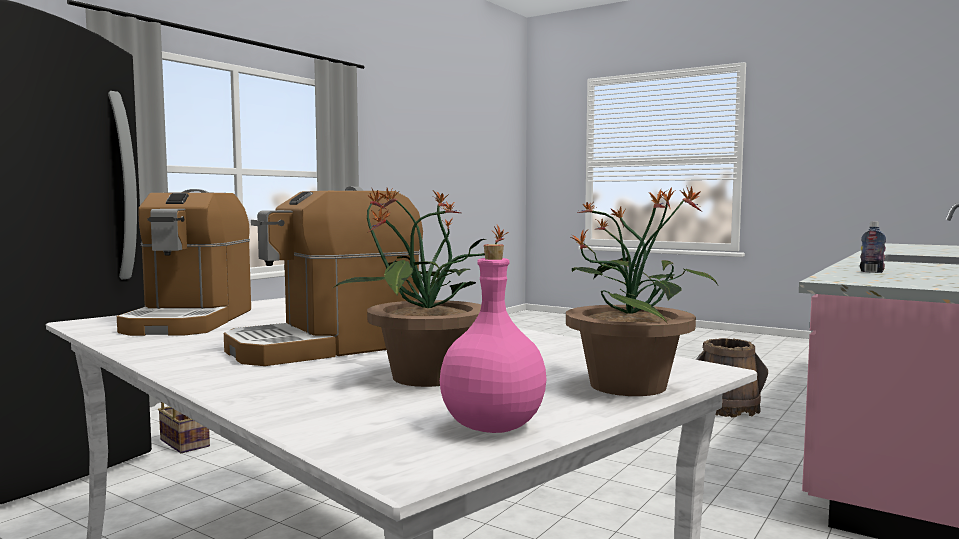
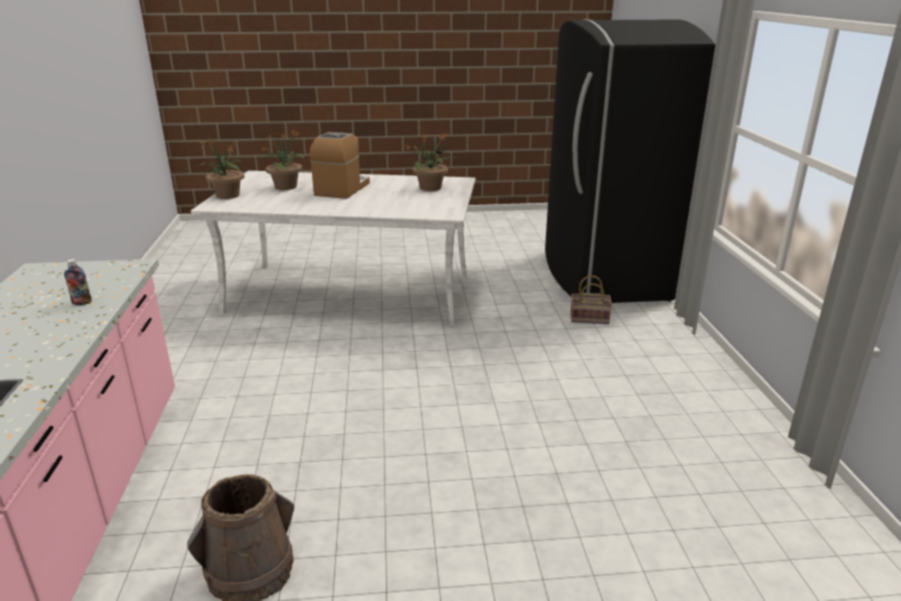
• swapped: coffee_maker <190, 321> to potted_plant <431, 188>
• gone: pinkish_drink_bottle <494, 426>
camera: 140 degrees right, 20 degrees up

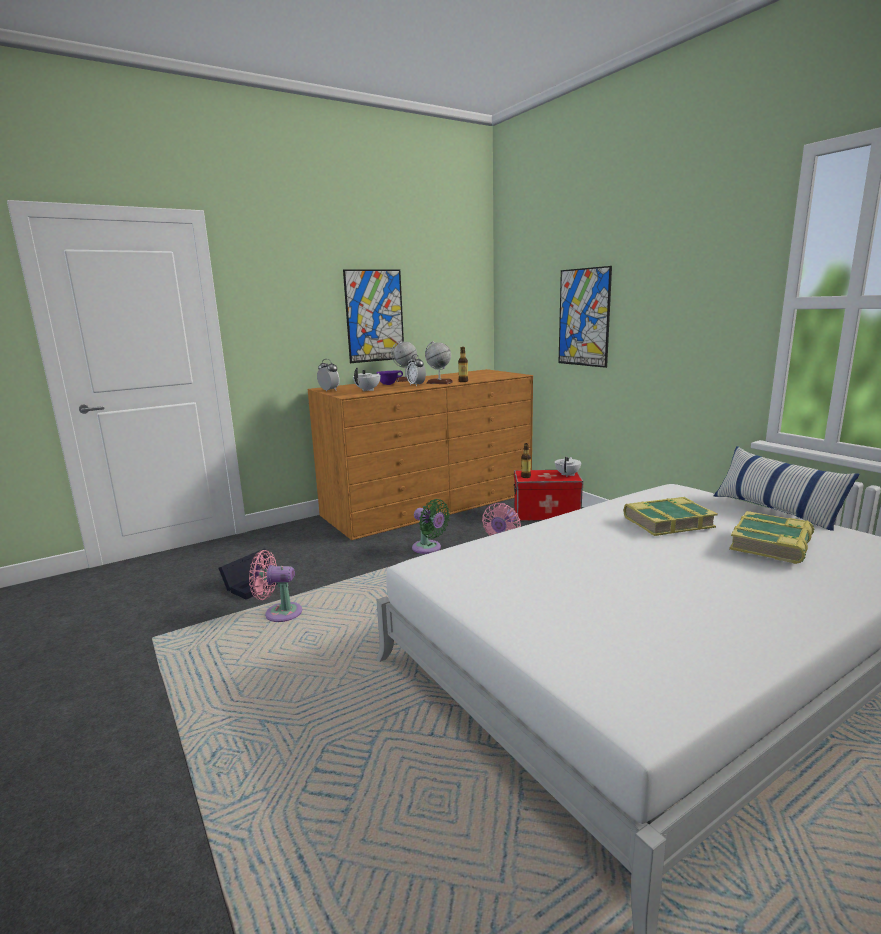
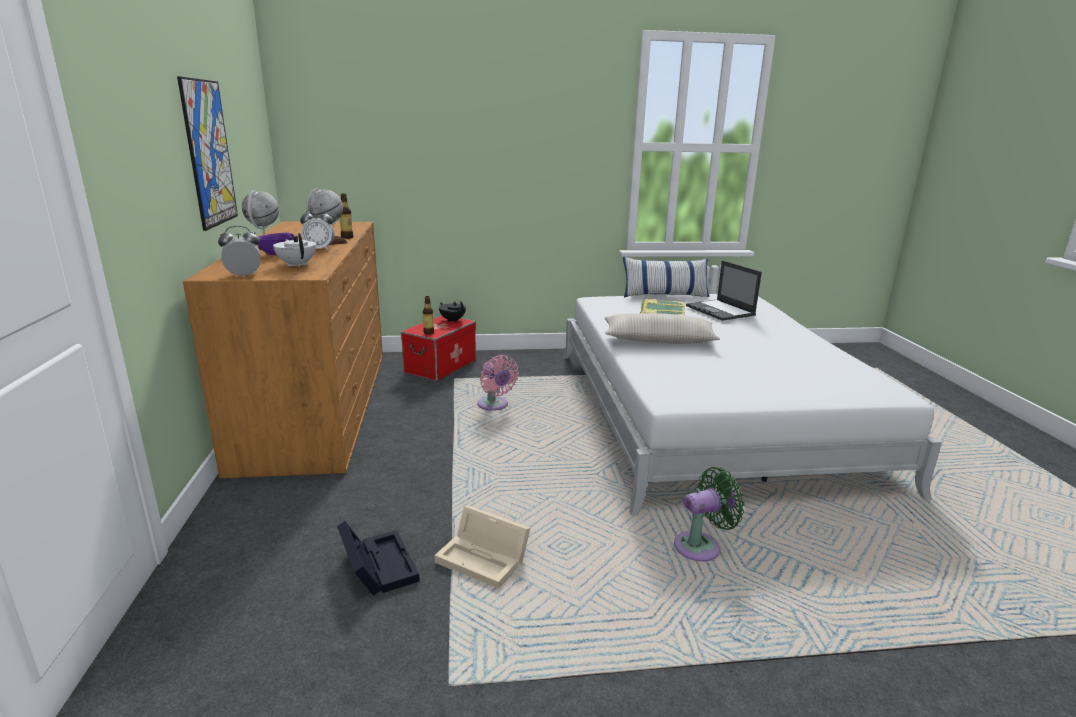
• swapped: pinkish_electric_fan <279, 613> to beige_storage_container <485, 559>
• shifted: green-coloured_electric_fan <429, 548> to <701, 546>
• repainted: whitish_tea_pot <567, 475> to black_tea_pot <452, 320>
• gone: wall_art <584, 317>
• swapped: book <772, 544> to portable_computer <720, 311>
• new: beige_throw_pillow <659, 340>
camera: 65 degrees left, 5 degrees up

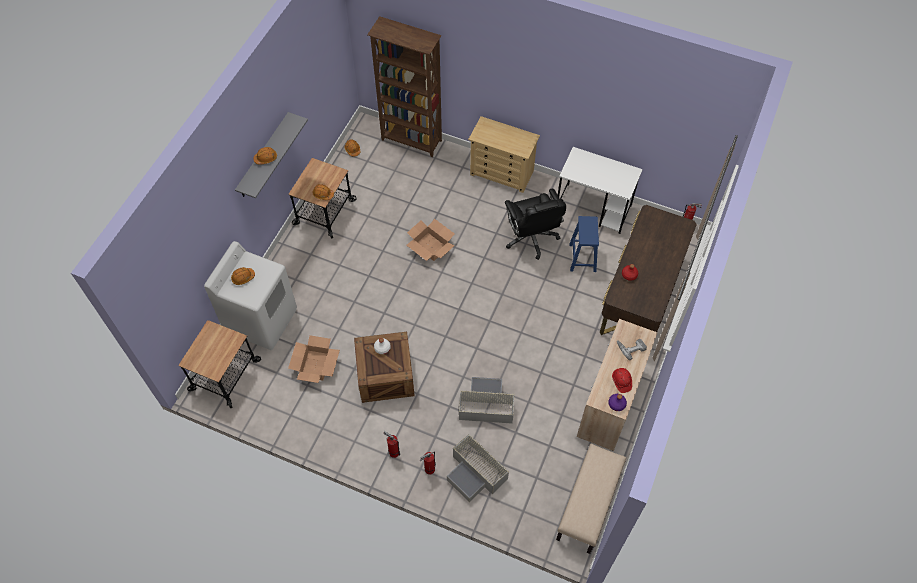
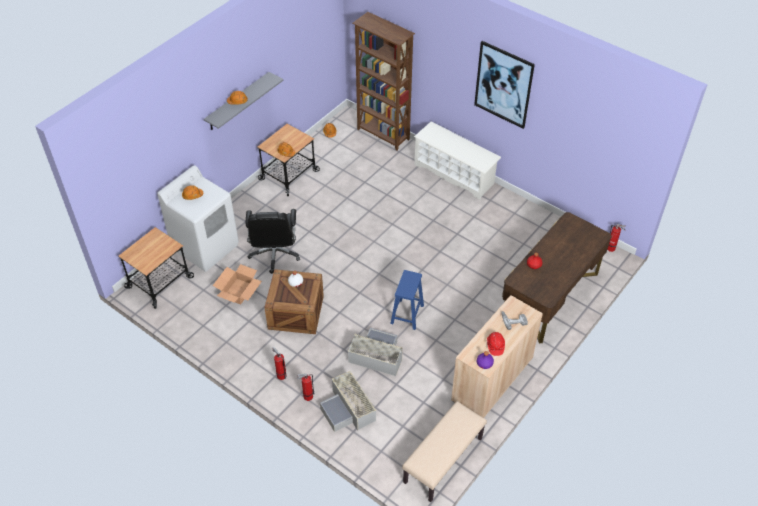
• gone: carton <431, 247>
• swapped: beige_drawer_chest <502, 173> to whitish_shoe_rack <454, 174>
• shifted: black_office_chair <531, 238> to <275, 254>
• gone: whitish_desk <594, 209>
• shifted: bluish_stool <582, 257> to <407, 314>
• new: wall_art <503, 85>
camera: 15 degrees right, 10 degrees down

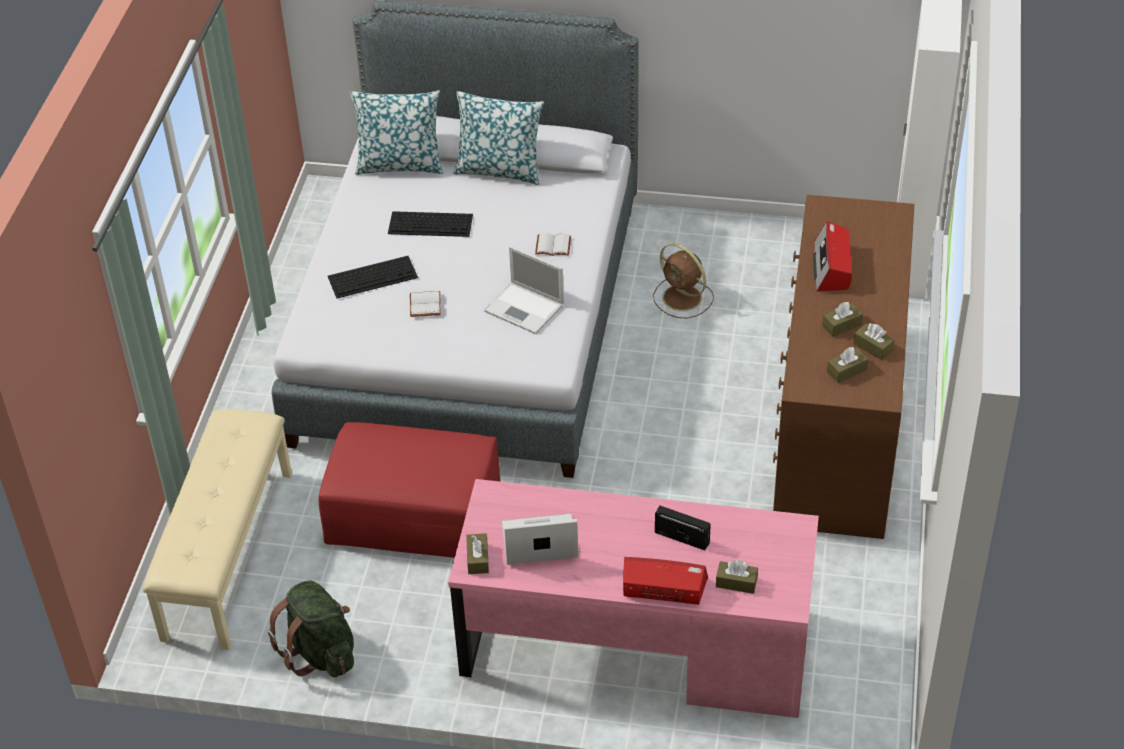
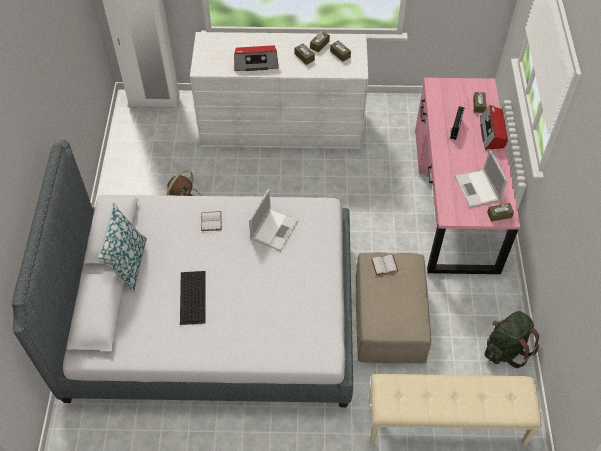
• repainted: red-coloured_pouffe <414, 515> to beige_pouffe <389, 318>
• gone: computer_keyboard <373, 276>
• gone: throw_pillow <400, 164>
• shifted: whitish_book <424, 304> to <384, 266>
• repainted: brown-coloured_drawer_chest <837, 424> to whitish_drawer_chest <282, 125>
camera: 100 degrees left, 10 degrees up

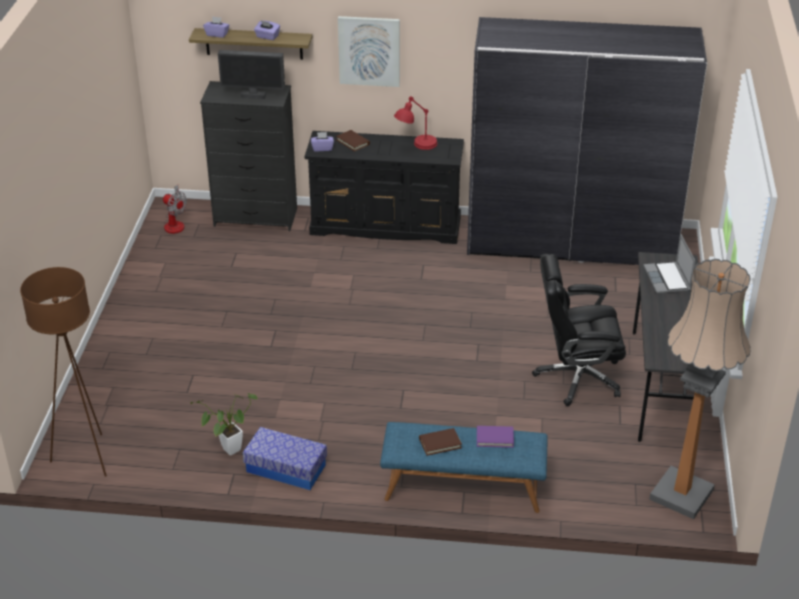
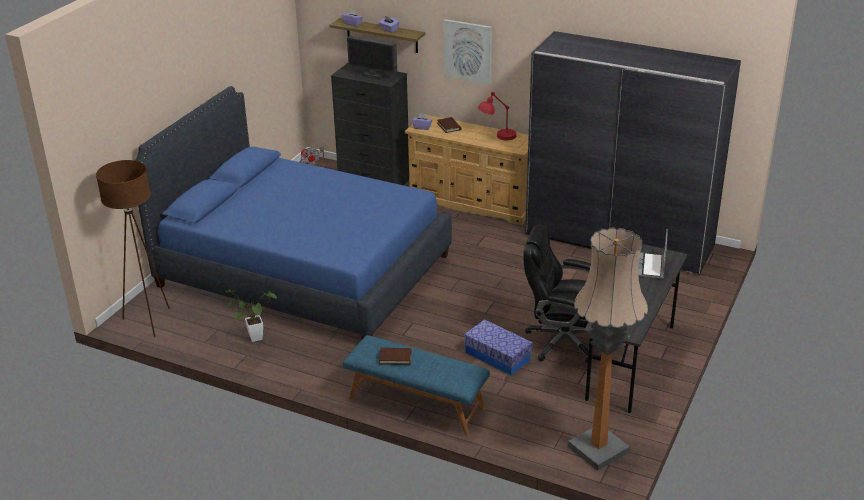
• shifted: storage_container <286, 468> to <497, 356>
• repainted: black_drawer_chest <386, 225> to beige_drawer_chest <472, 202>
• gone: purple_book <495, 438>
• new: bluish_bed <303, 270>
camera: 20 degrees right, 5 degrees down

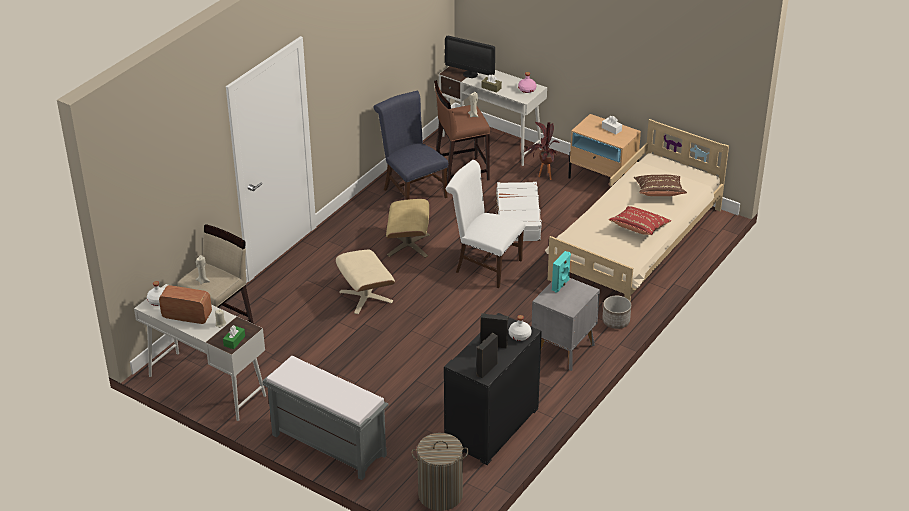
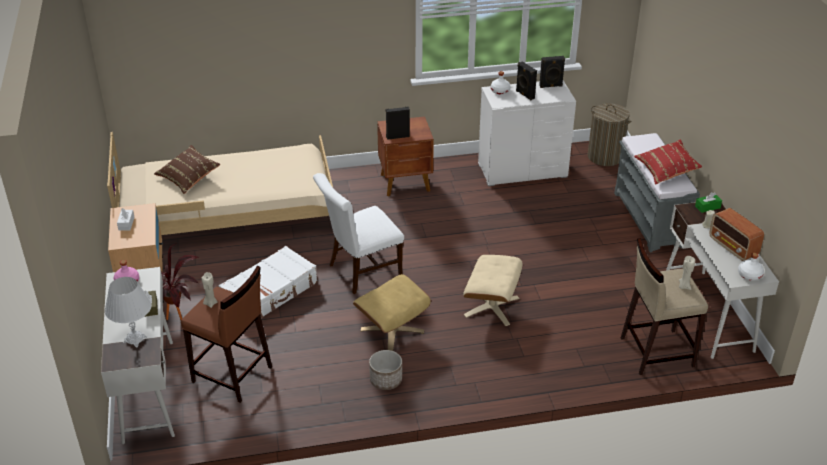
• gone: bluish_chair <412, 192>
• repainted: black_drawer_chest <492, 427> to whitish_drawer_chest <522, 170>
• swapped: computer_display <470, 74> to whitish_tabletop_lamp <135, 339>
• rotated: whitish_chair <484, 265> = <361, 272> 75 degrees clockwise
• repainted: greyish_bedside_table <563, 350> to brown-coloured_bedside_table <406, 183>
• repainted: turquoise-coloured_speaker <561, 285> to black_speaker <397, 136>
• shifted: flower_pot <616, 321> to <385, 380>
• shifted: red-coloured_throw_pillow <639, 228> to <666, 170>
camera: 135 degrees left, 0 degrees up

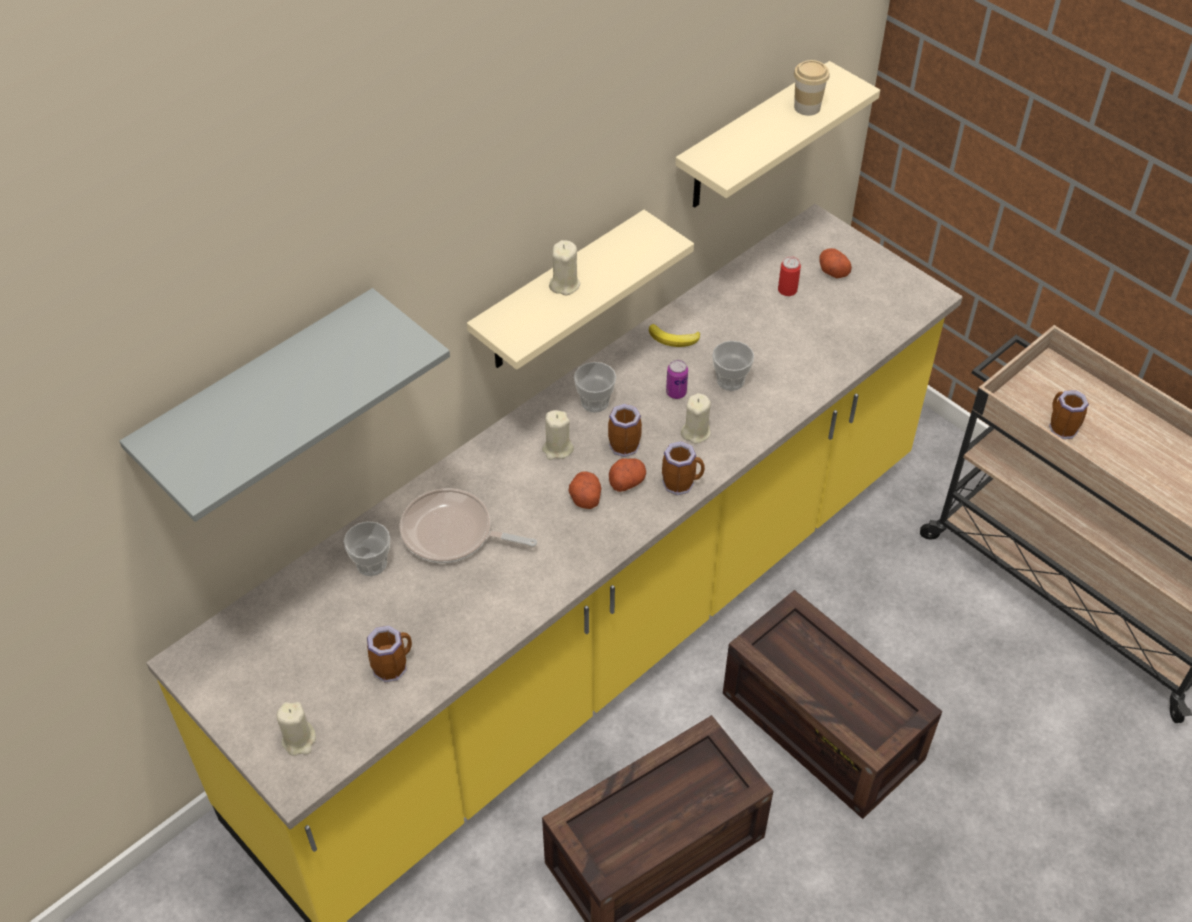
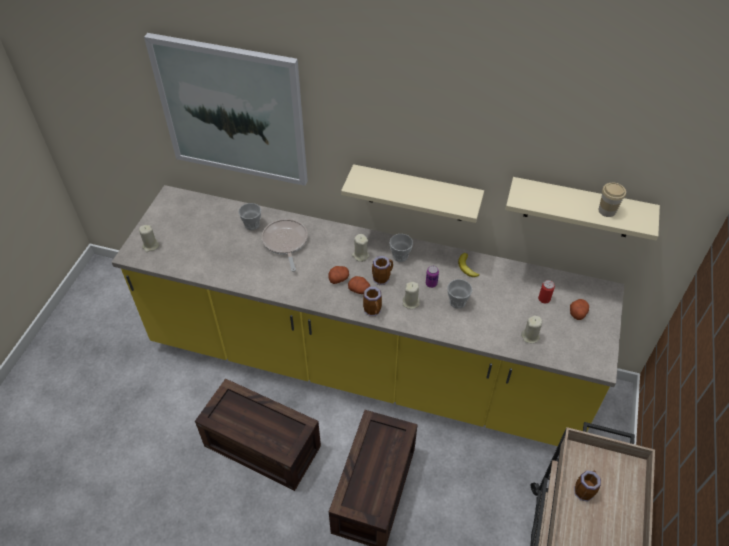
• swapped: greyish_shelf <260, 394> to wall_art <232, 111>
• gone: tea_mug <392, 666>
• shifted: beige_candle <564, 284> to <530, 336>
camera: 60 degrees right, 0 degrees up

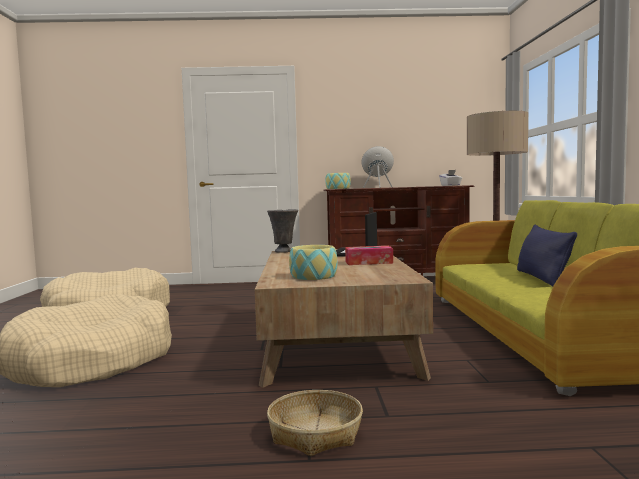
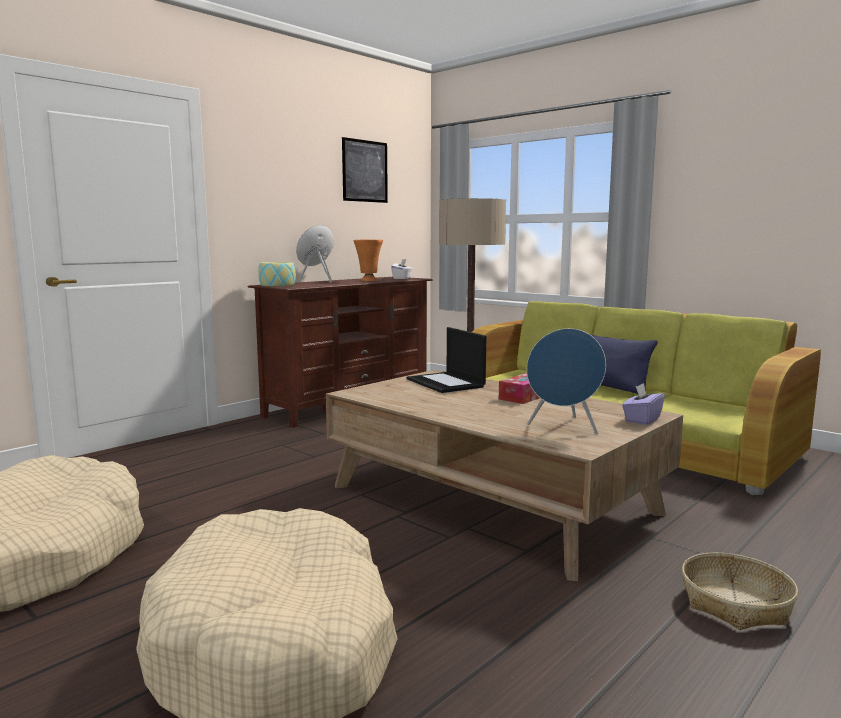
• gone: greyish_vase <284, 251>
• swapped: deep_dish <314, 276> to bluish_speaker <564, 427>
• new: wall_art <365, 171>
• new: orange_vase <368, 281>
• new: purple_box_of_tissues <642, 419>
camera: 45 degrees left, 5 degrees up

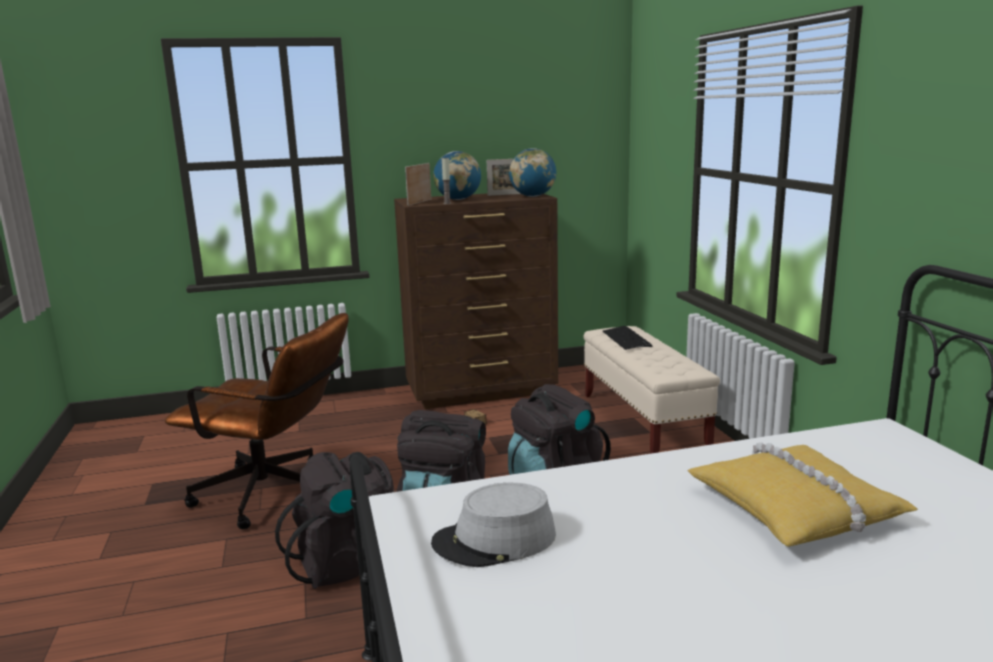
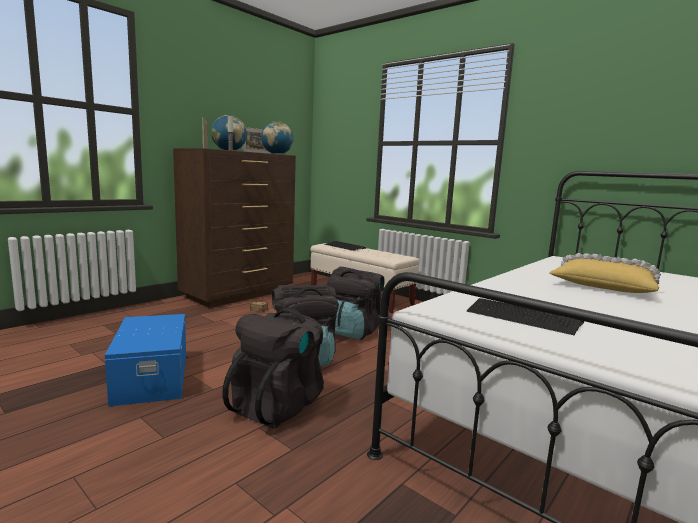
• swapped: brown-coloured_office_chair <275, 495> to bluish_storage_container <150, 377>
• swapped: greyish_wearable_hat <495, 540> to computer_keyboard <522, 317>
camera: 35 degrees left, 5 degrees down

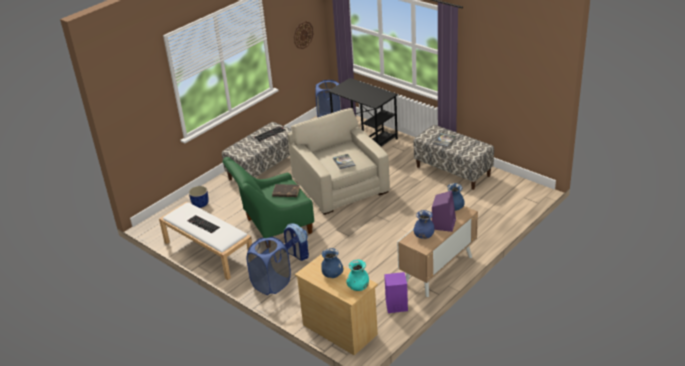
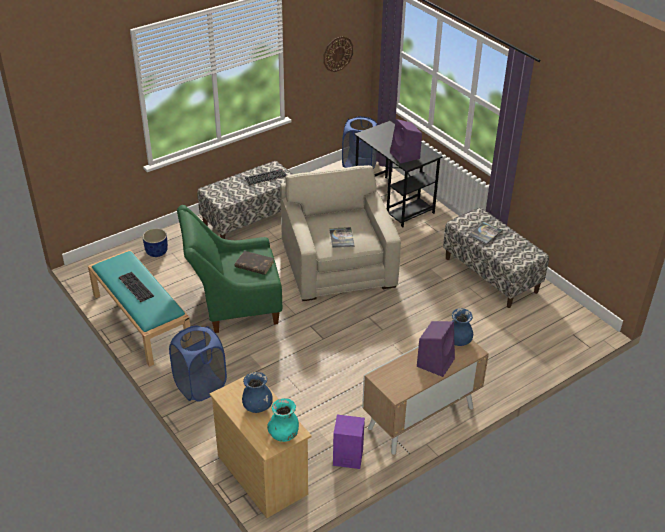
• repainted: whitish_long_seat <208, 251> to turquoise-coloured_long_seat <140, 320>
• gone: backpack <297, 254>
• gone: bluish_vase <424, 236>
• new: purple_speaker <405, 156>
camera: 10 degrees right, 5 degrees up

